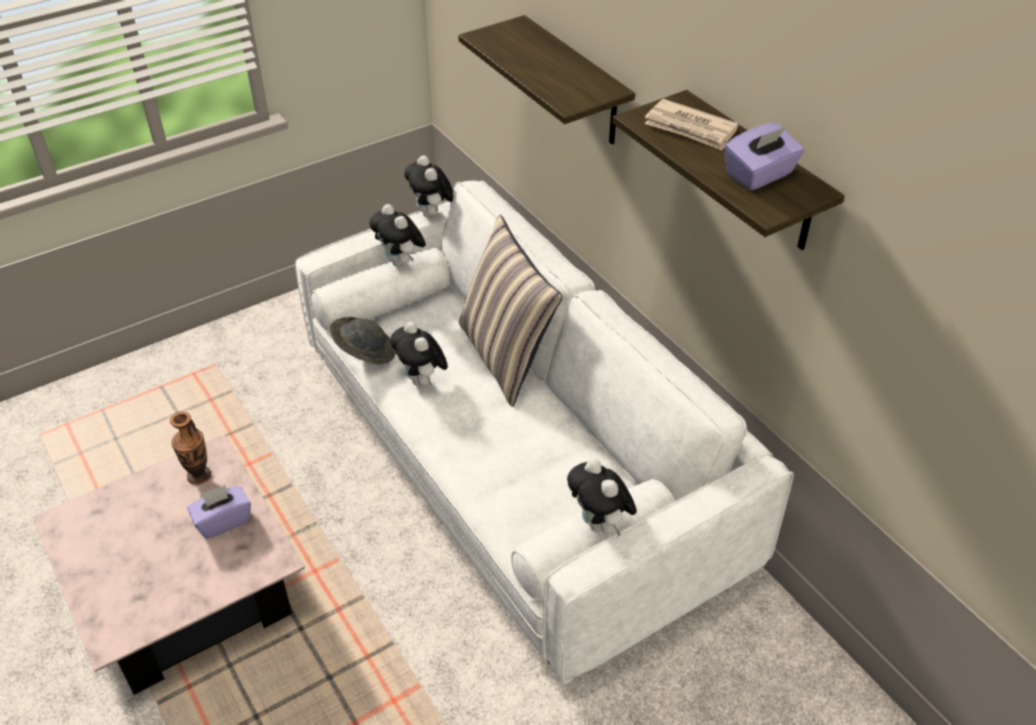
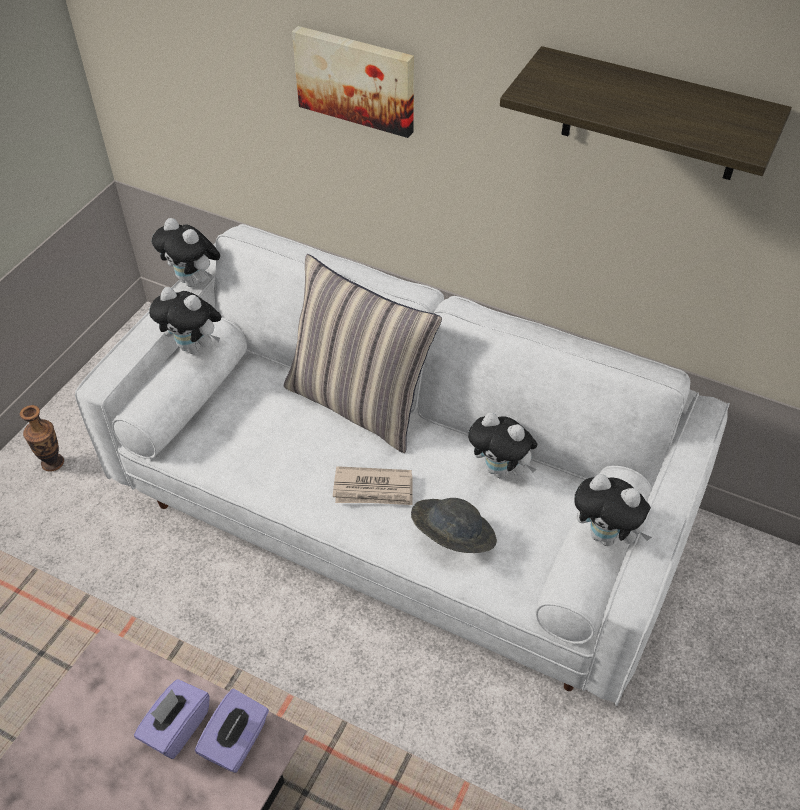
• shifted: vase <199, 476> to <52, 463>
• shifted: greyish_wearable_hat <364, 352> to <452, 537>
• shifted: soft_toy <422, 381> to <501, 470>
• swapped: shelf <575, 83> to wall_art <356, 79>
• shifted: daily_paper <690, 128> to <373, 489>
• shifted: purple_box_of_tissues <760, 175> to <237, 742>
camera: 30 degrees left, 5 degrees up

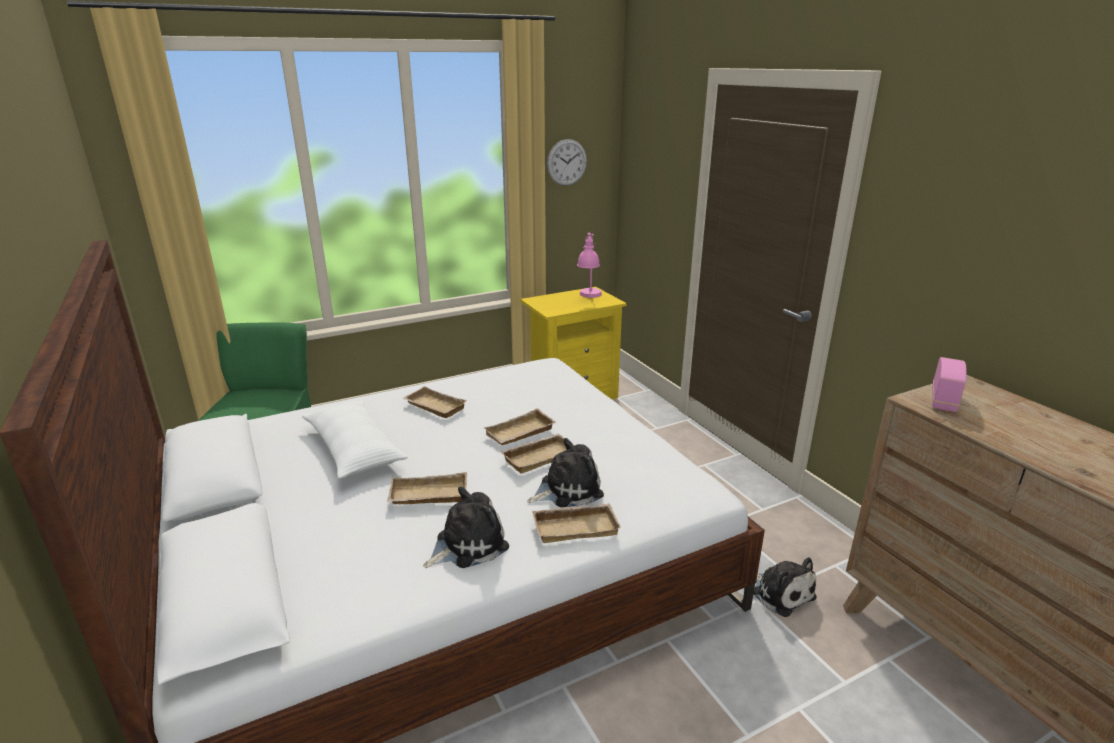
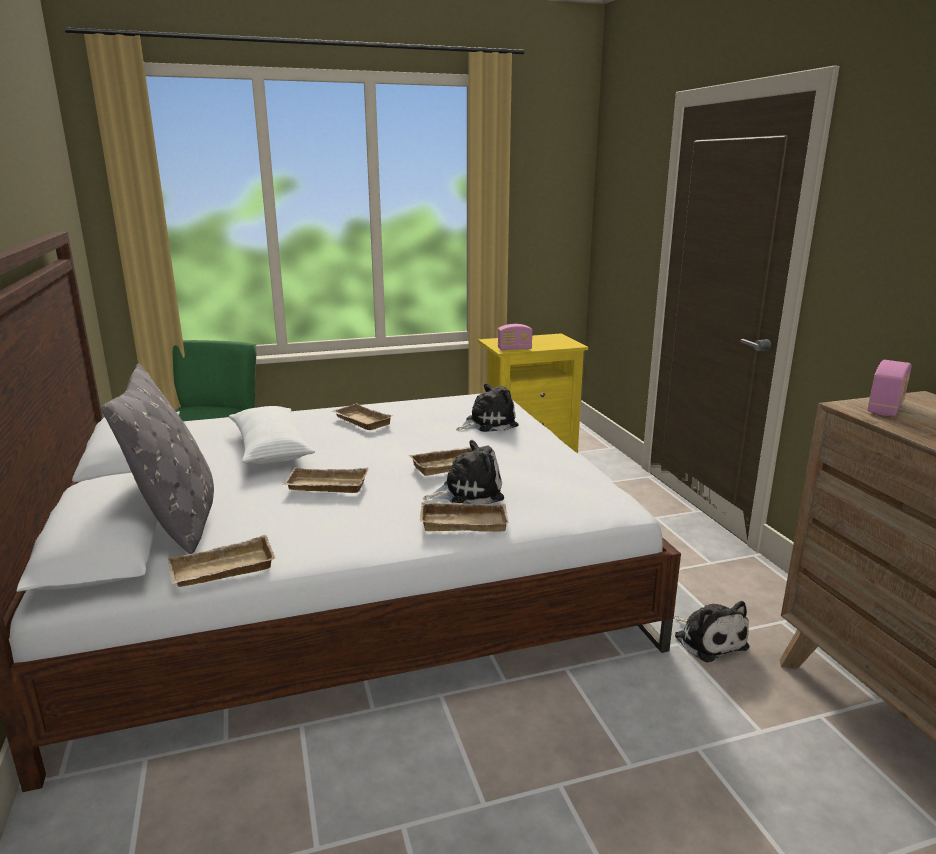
• shifted: soft_toy <467, 544> to <488, 423>
• shifted: beige_carrying_tray <520, 433> to <221, 571>
• gone: wall_clock <567, 162>
• gone: pinkish_tabletop_lamp <589, 297>
• new: greyish_throw_pillow <178, 519>
• new: radio_set <514, 349>
camera: 10 degrees right, 5 degrees down

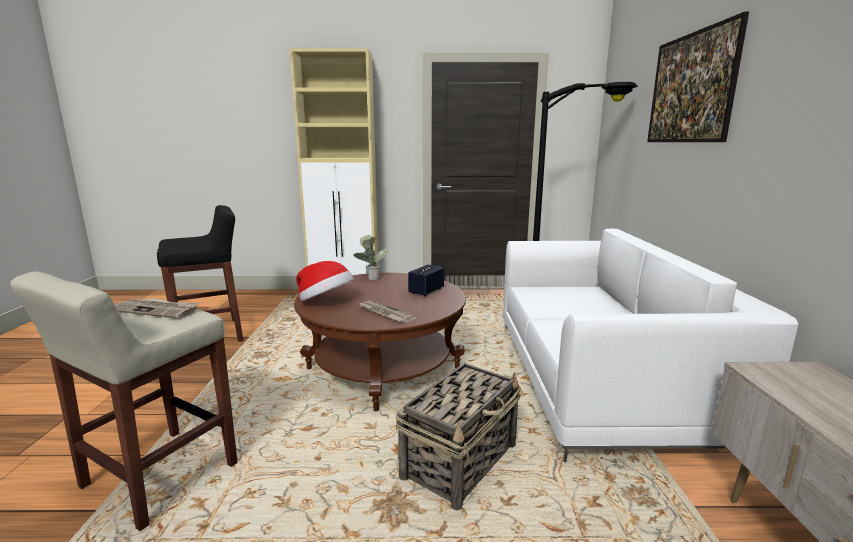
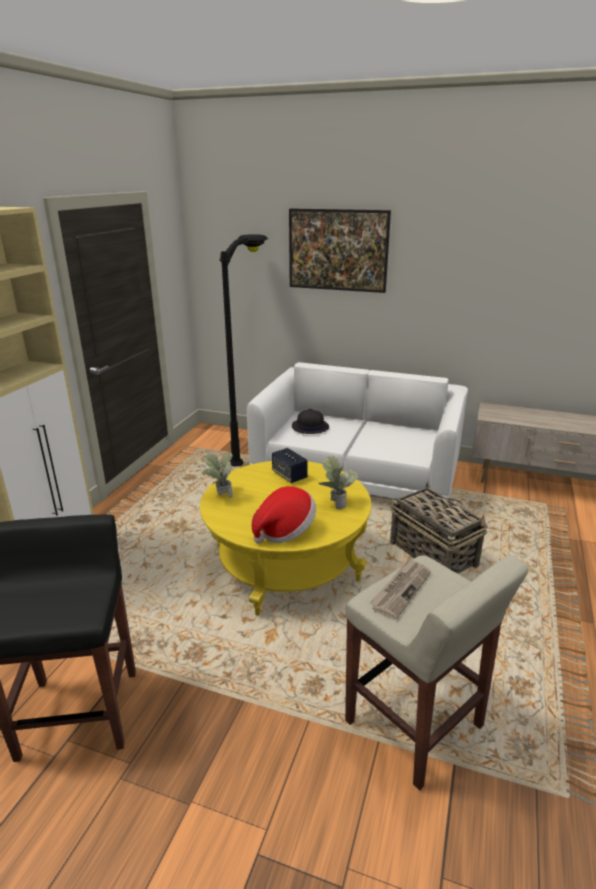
• repainted: brown-coloured_coffee_table <383, 368> to yellow_coffee_table <287, 564>
• swapped: daily_paper <385, 313> to potted_plant <335, 503>
• new: black_wearable_hat <310, 427>
camera: 70 degrees left, 10 degrees up

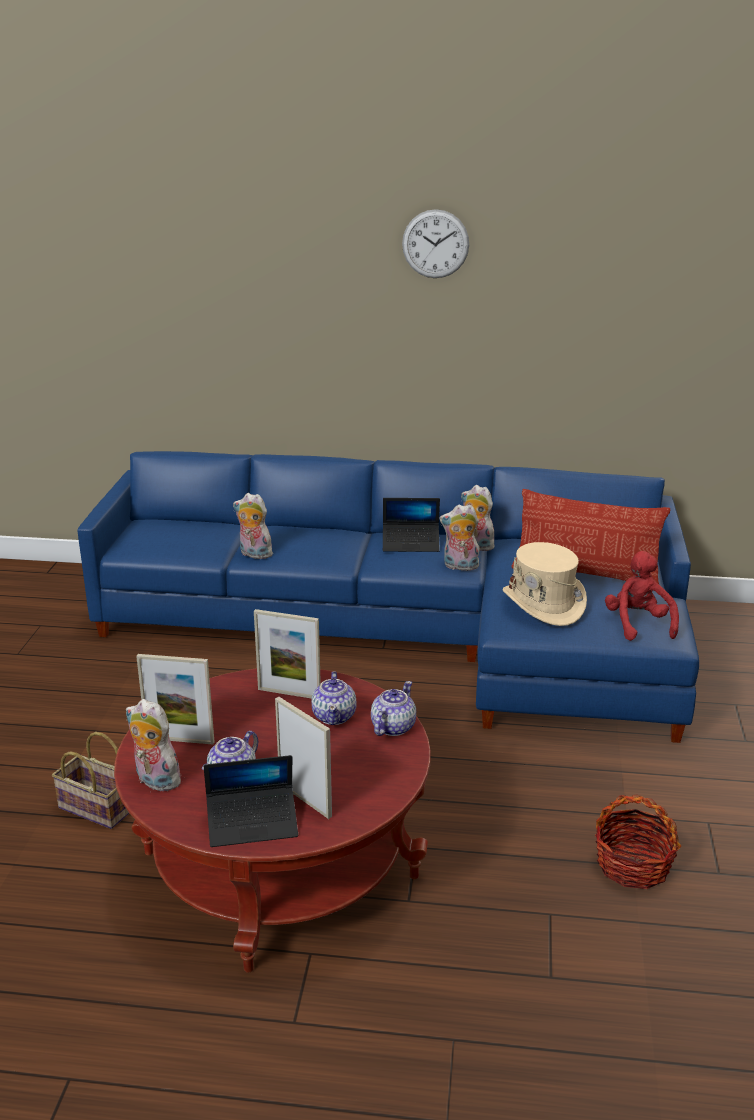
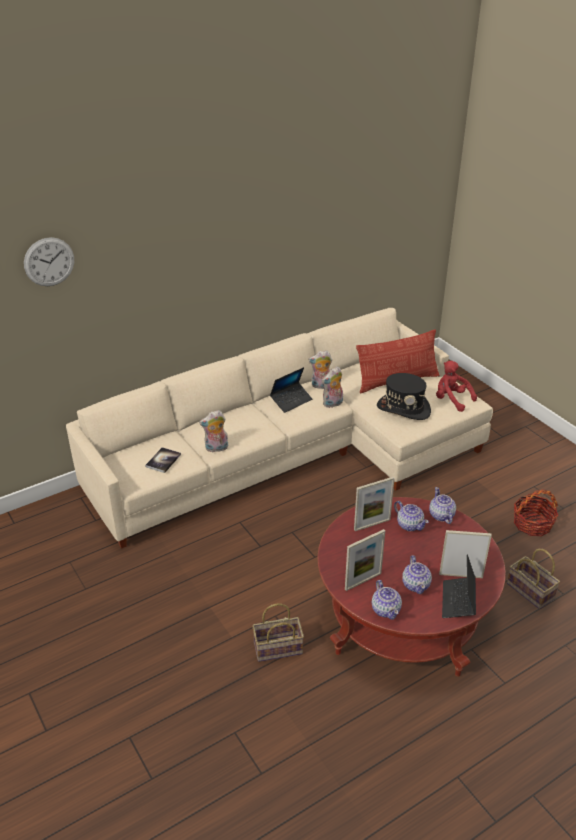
• repainted: bluish_settee <414, 633> to beige_settee <295, 452>
• swapped: soft_toy <154, 781> to tea_pot <386, 609>
• rotated: portable_computer <252, 824> = <458, 601> 150 degrees clockwise
• shifted: wall_clock <435, 244> to <49, 262>
• repainted: beige_wearable_hat <543, 604> to black_wearable_hat <403, 409>
• new: book <163, 461>
• new: storage_basket <531, 591>
camera: 40 degrees left, 10 degrees up

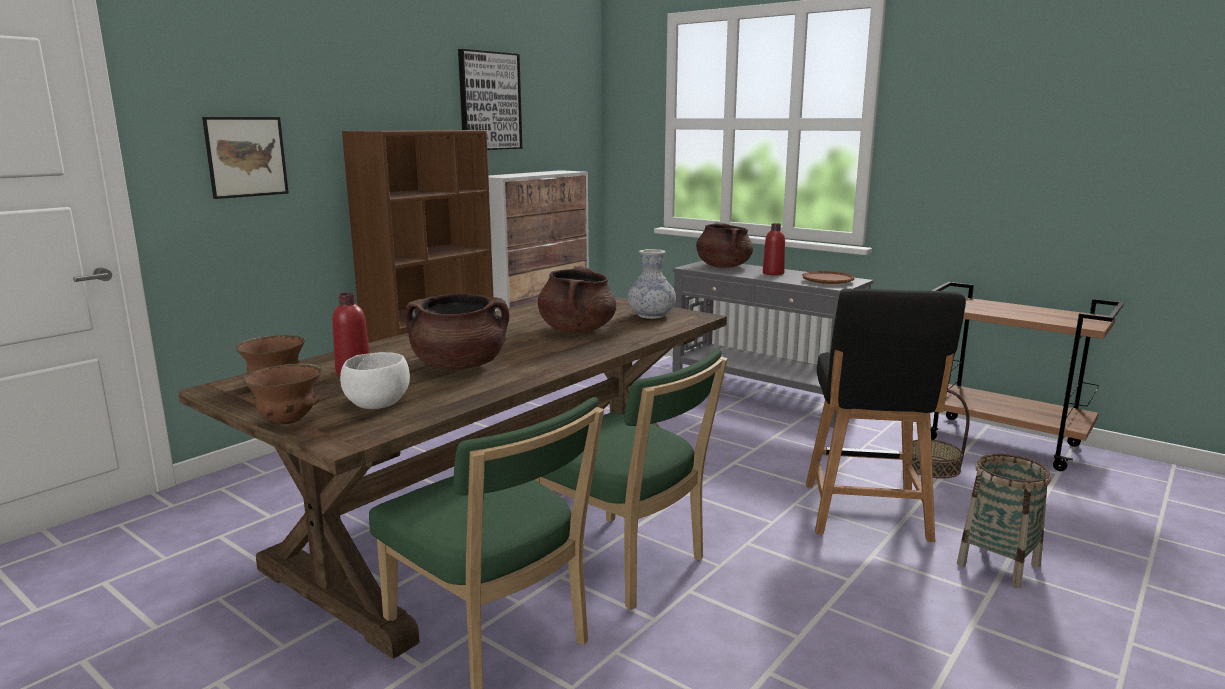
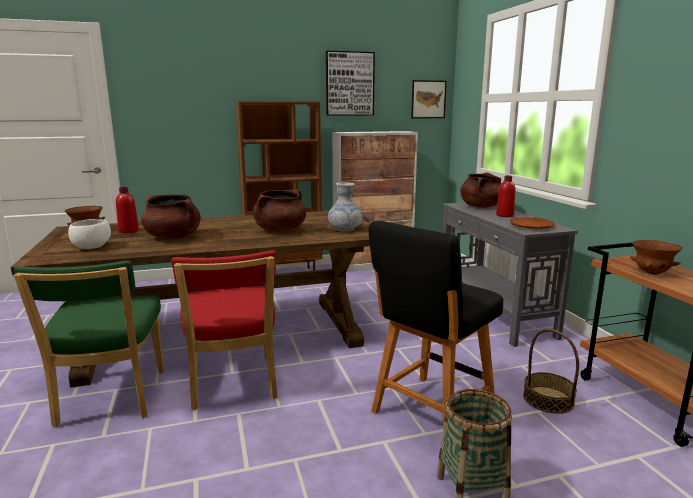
• shifted: wall_art <246, 157> to <428, 99>
• shifted: brown-coloured_deep_dish <289, 421> to <652, 273>
• repainted: green-coloured_chair <625, 564> to red-coloured_chair <233, 385>
camera: 35 degrees right, 0 degrees up

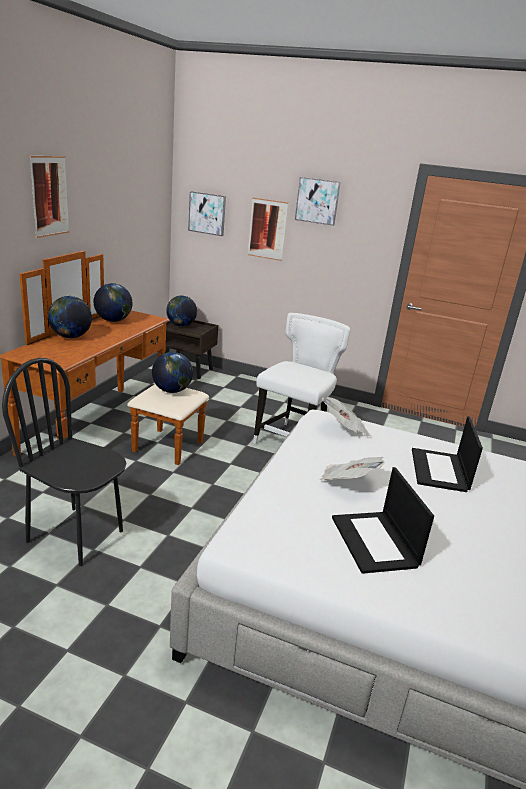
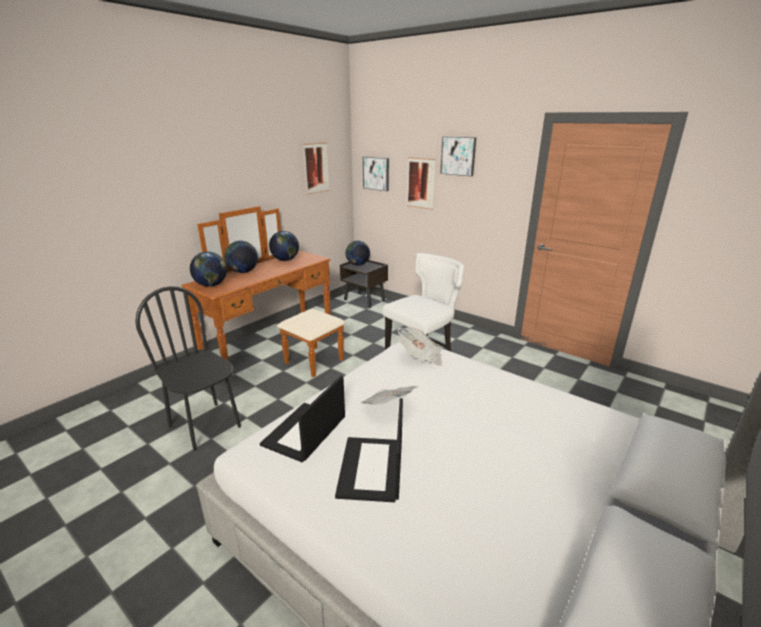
• shifted: wall_art <49, 196> to <316, 168>
• shifted: globe <172, 391> to <211, 285>
• shifted: portable_computer <440, 470> to <304, 432>
camera: 20 degrees right, 0 degrees up

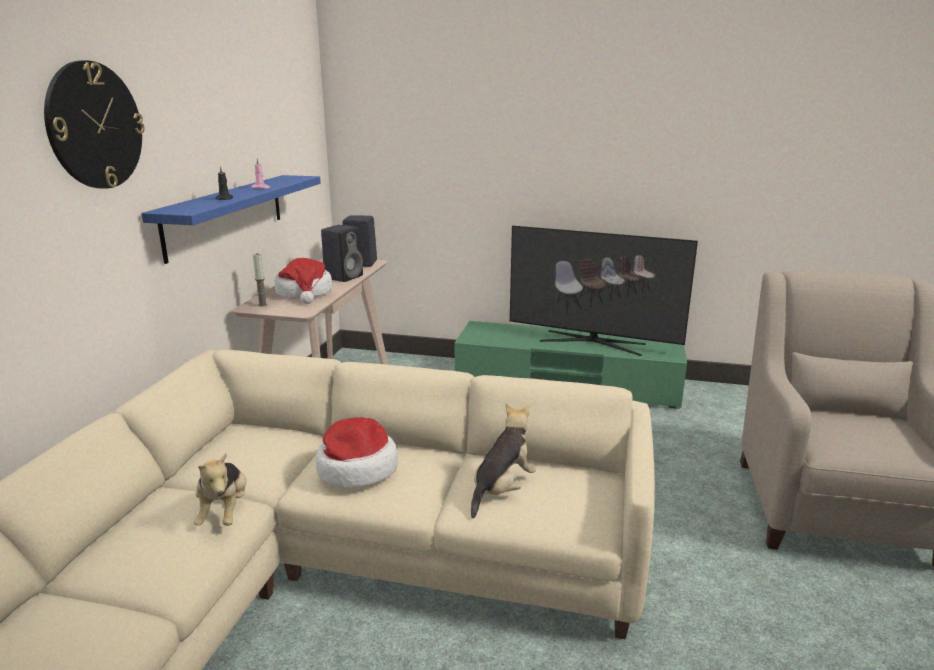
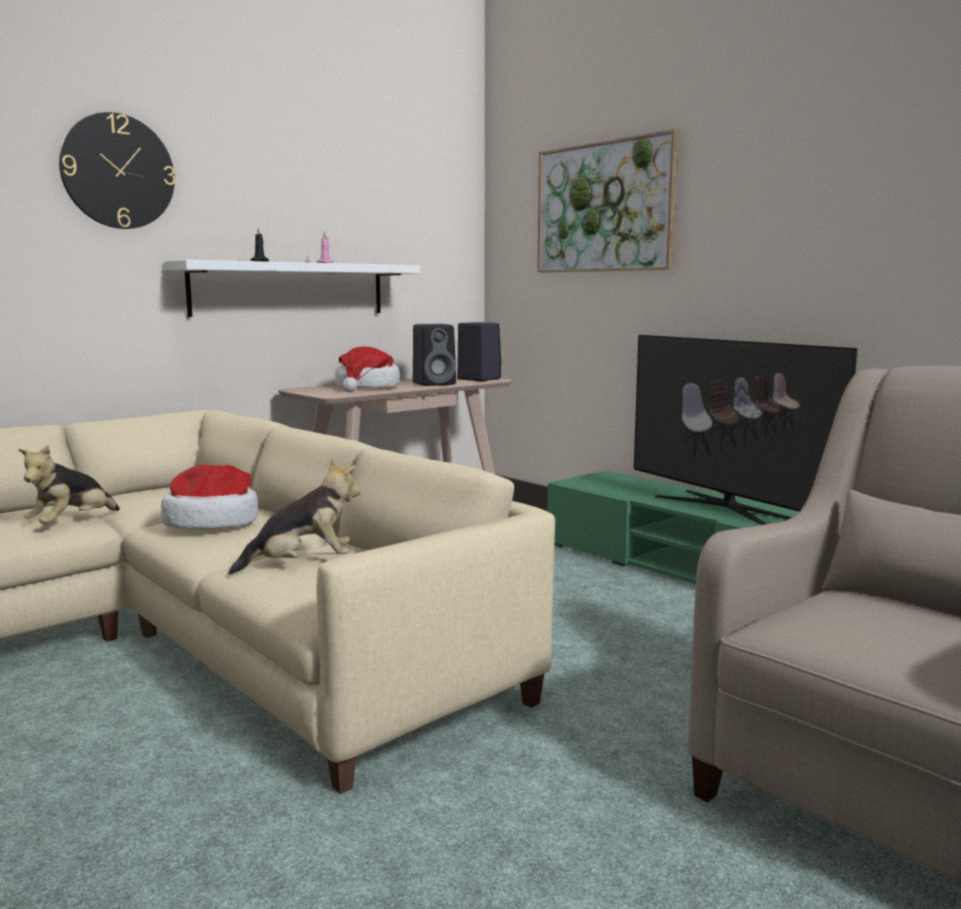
• repainted: bluish_shelf <226, 214> to whitish_shelf <290, 289>
• gone: candle <262, 305>
• new: wall_art <604, 207>
camera: 35 degrees right, 10 degrees down

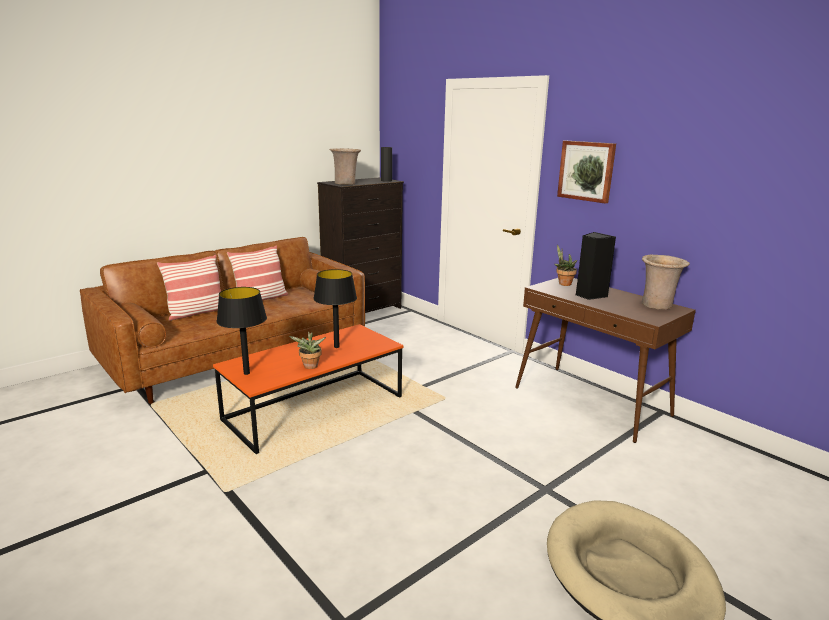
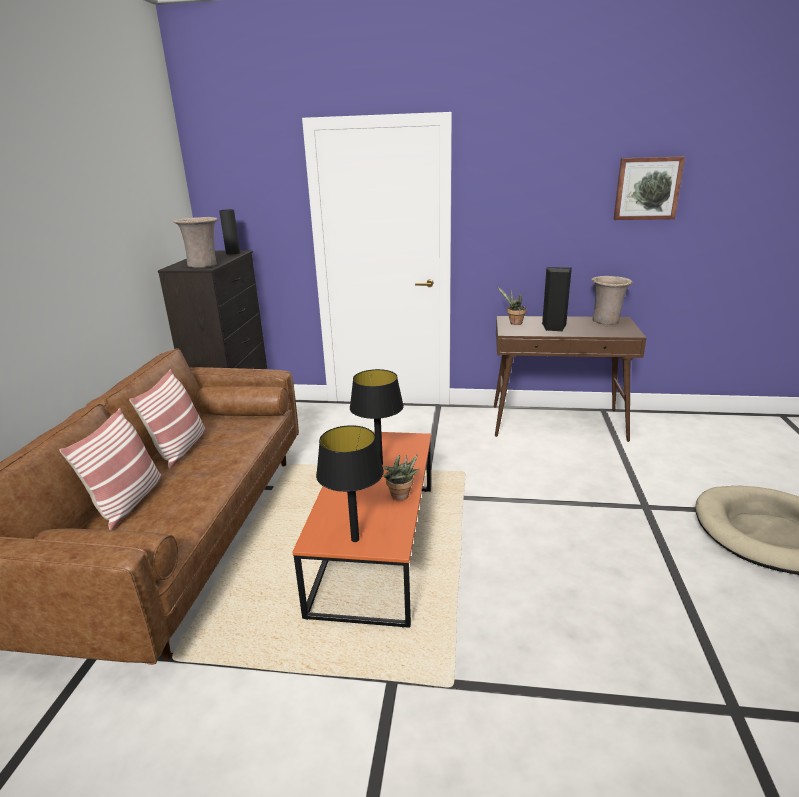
• shifted: wall_art <586, 171> to <647, 188>
camera: 40 degrees left, 5 degrees up

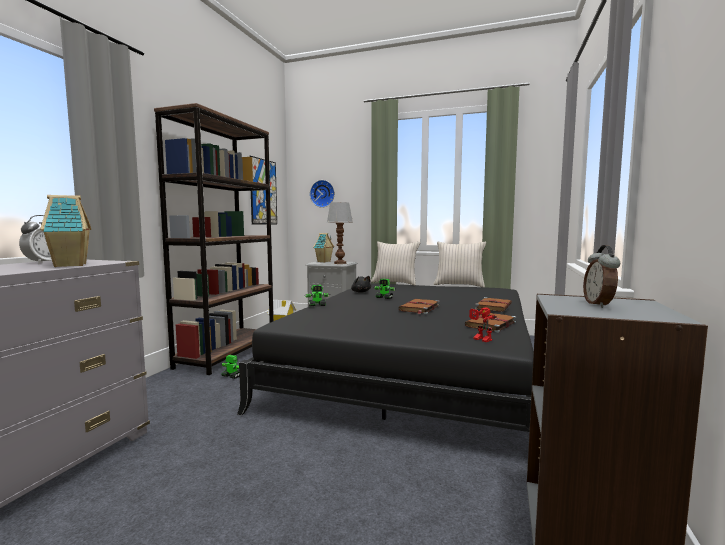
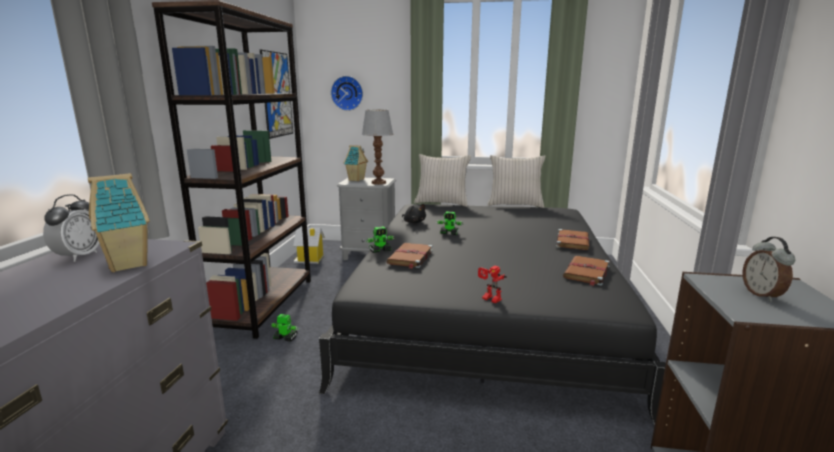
• shifted: brown-coloured_book <419, 308> to <410, 257>
• shifted: toy_robot <480, 339> to <489, 299>
camera: 10 degrees left, 10 degrees up

